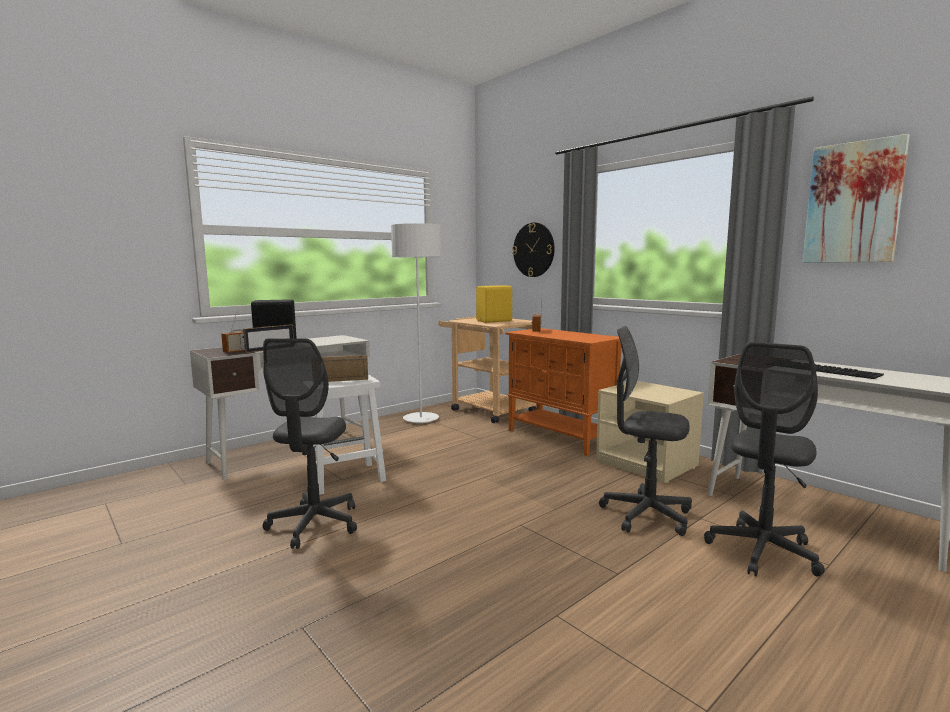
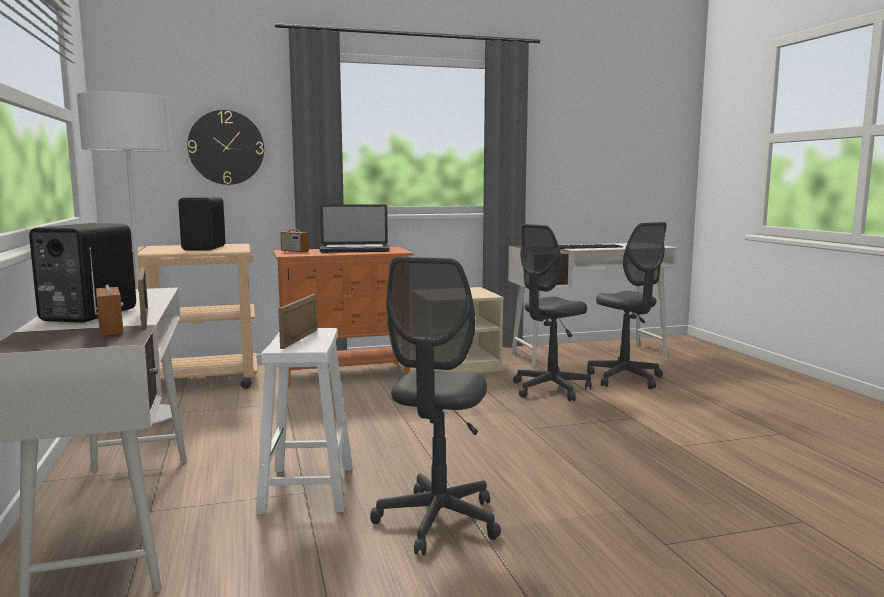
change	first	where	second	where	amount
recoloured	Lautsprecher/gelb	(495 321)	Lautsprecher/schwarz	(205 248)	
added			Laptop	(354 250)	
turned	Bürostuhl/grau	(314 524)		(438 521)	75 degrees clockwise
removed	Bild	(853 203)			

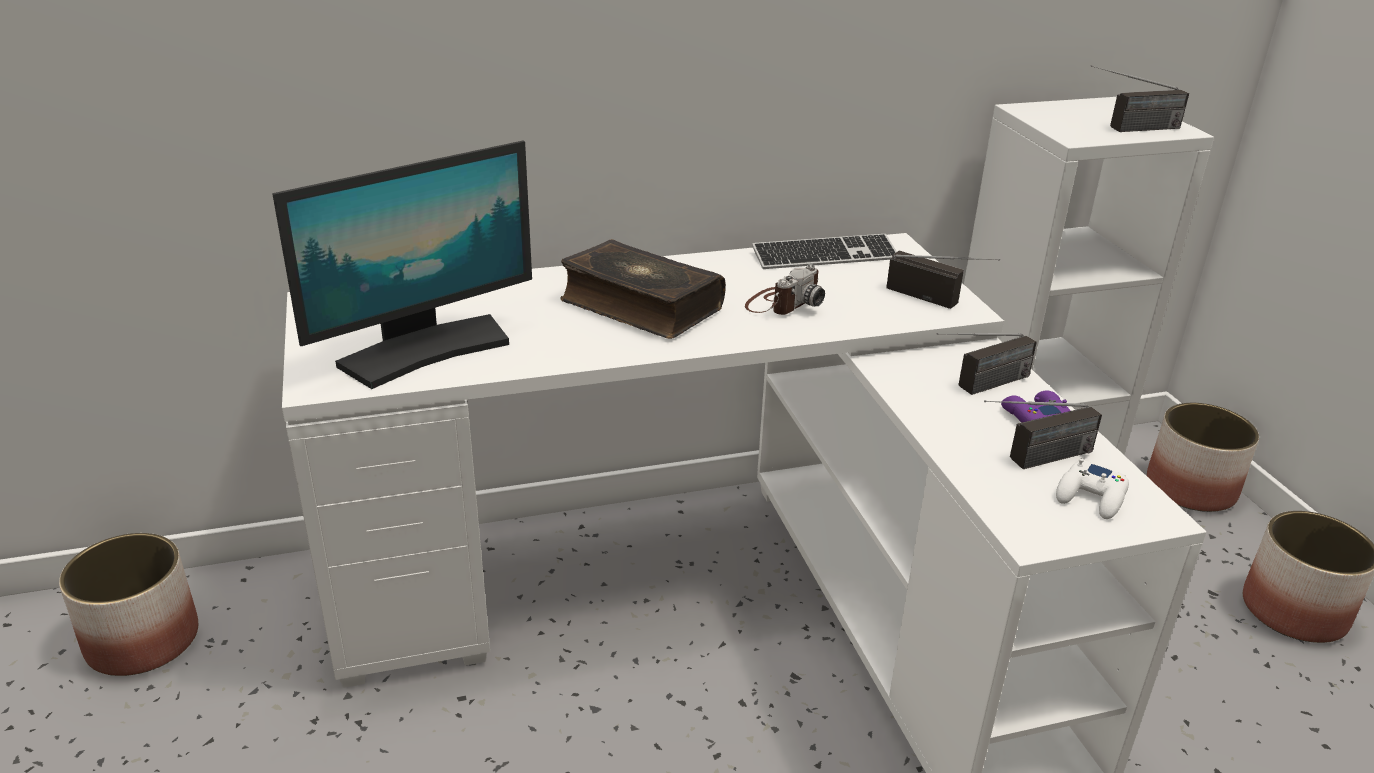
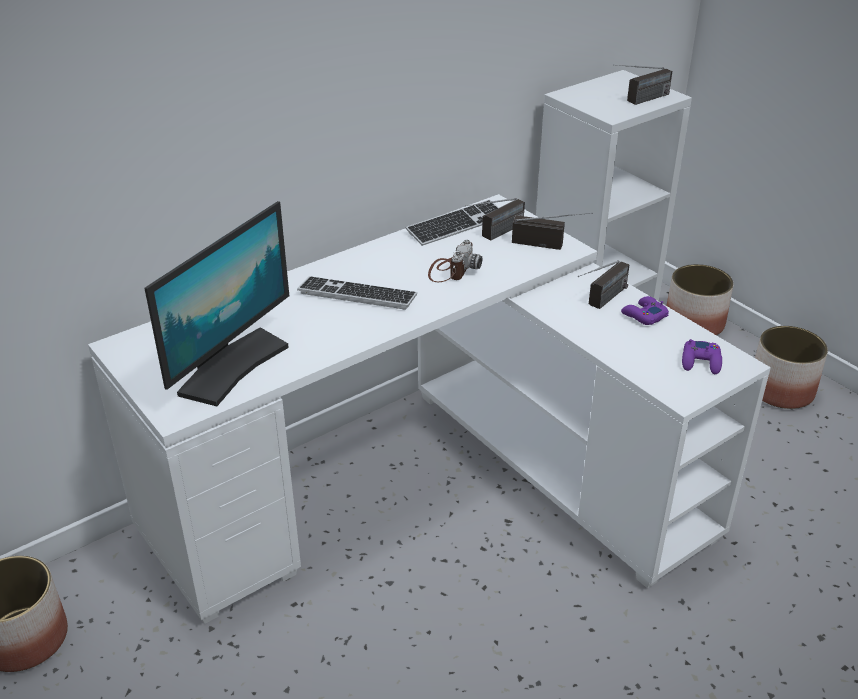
change	first	where	second	where	amount
replaced	Buch	(639 305)	Tastatur	(357 294)	
moved	Radio	(1033 461)		(494 235)	
recoloured	Gamepad/weiß	(1091 497)	Gamepad/lila	(701 362)	

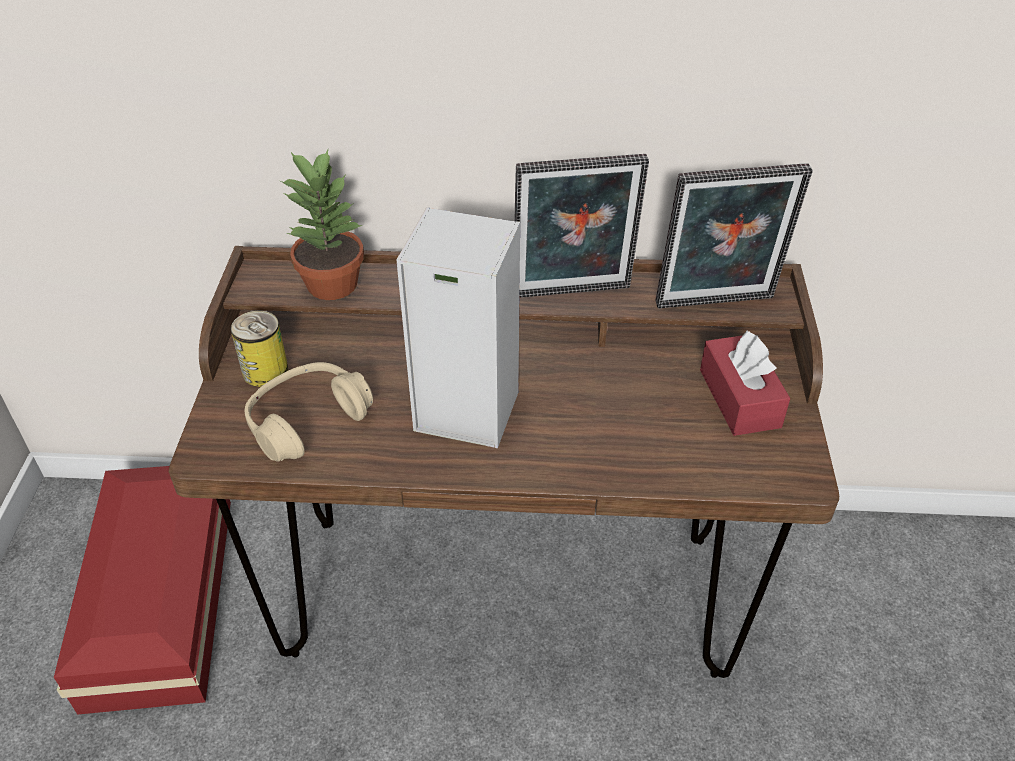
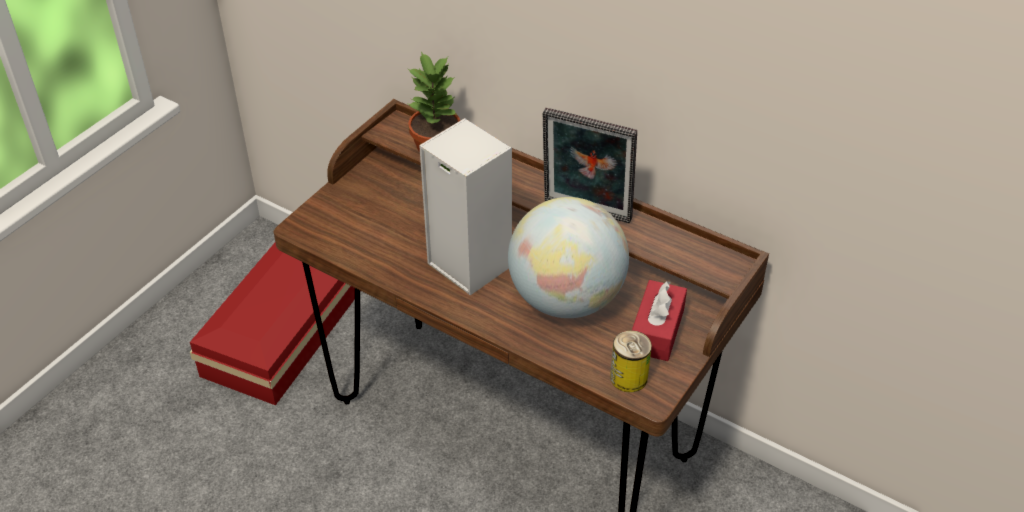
change	first	where	second	where	amount
added			Globus	(566 299)	
moved	Dose	(265 371)		(628 377)	
removed	Kopfhörer/beige	(307 421)			
removed	Bilderrahmen	(716 305)			

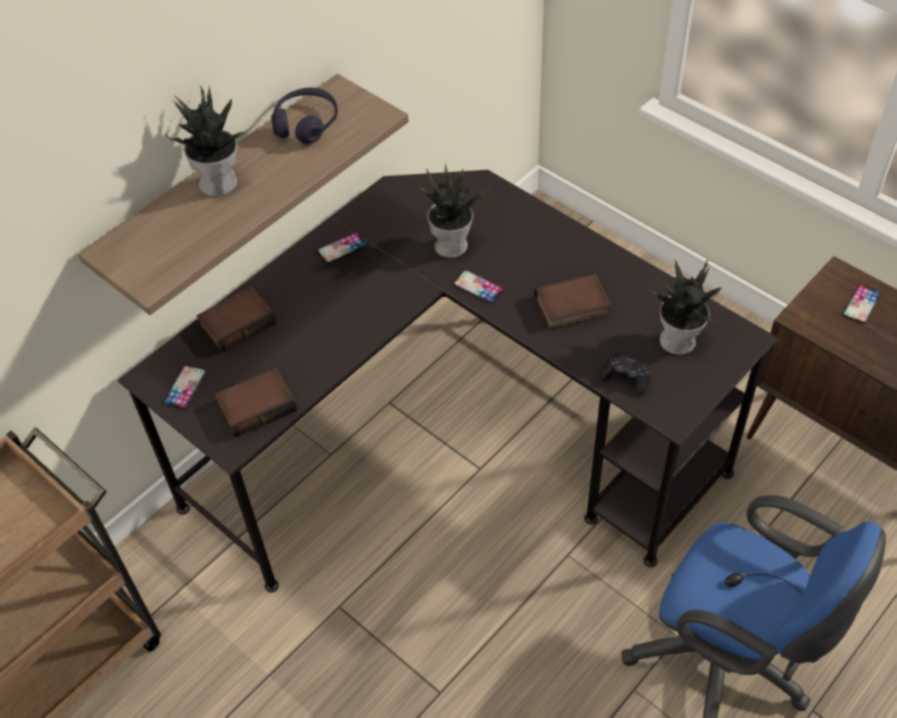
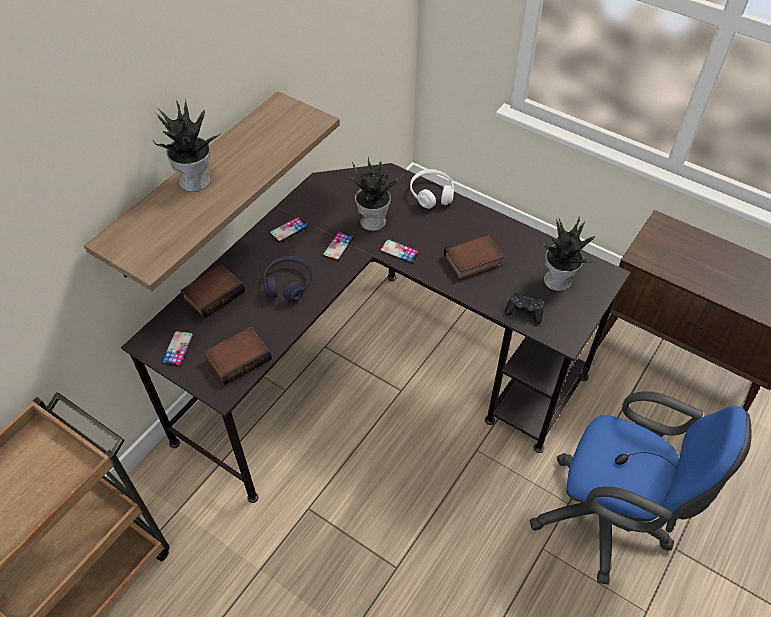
change	first	where	second	where	amount
moved	Kopfhörer/lila	(306 124)		(288 284)	
moved	Handy	(861 304)		(338 246)	
added			Kopfhörer/weiß	(431 194)	

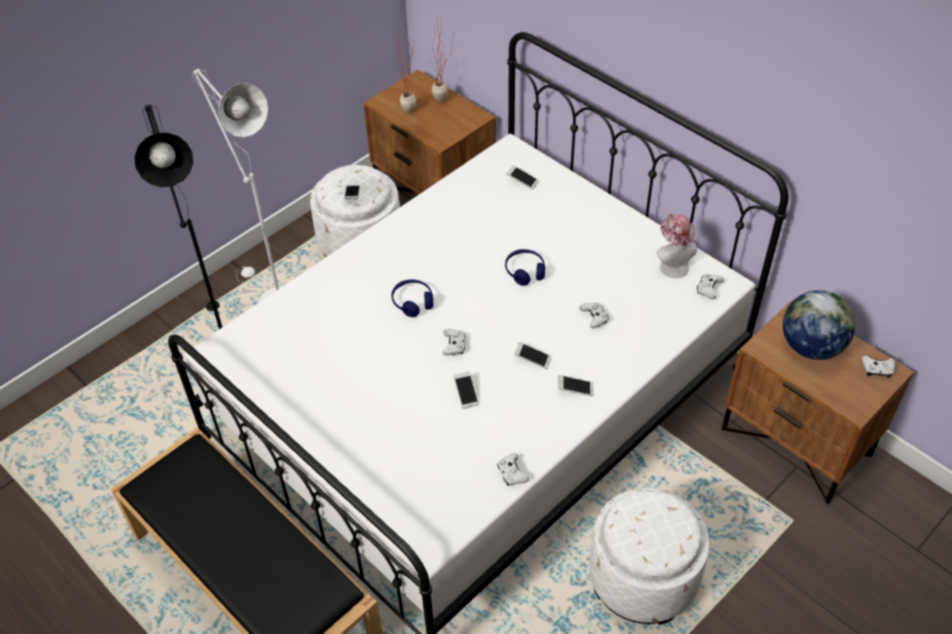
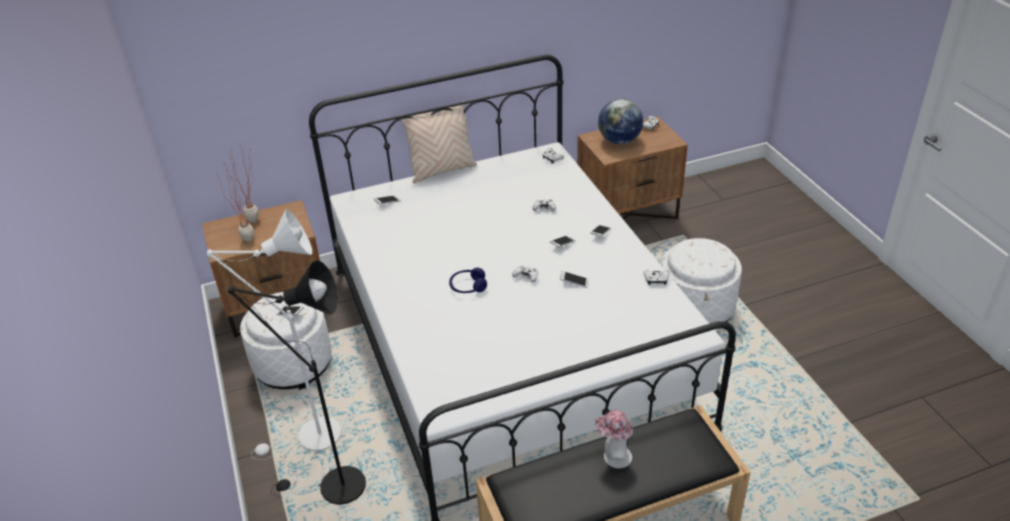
change	first	where	second	where	amount
added			Kissen/beige	(442 170)	
moved	Hut	(672 264)		(613 457)	
removed	Kopfhörer/blau	(525 271)			

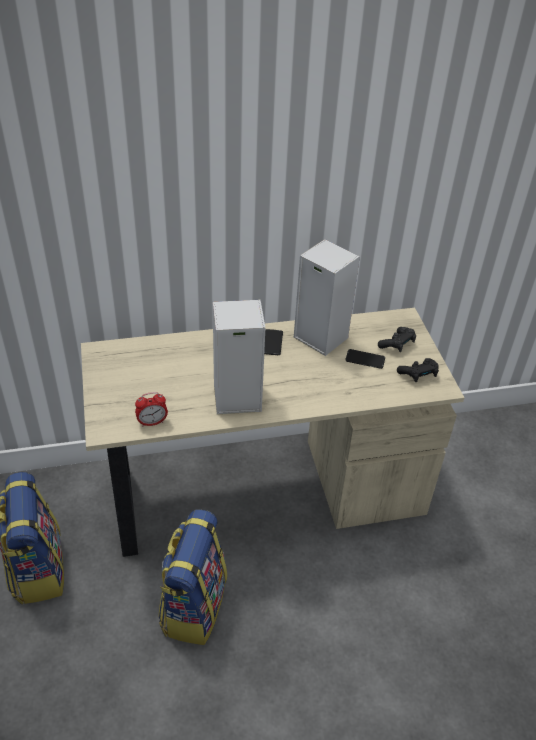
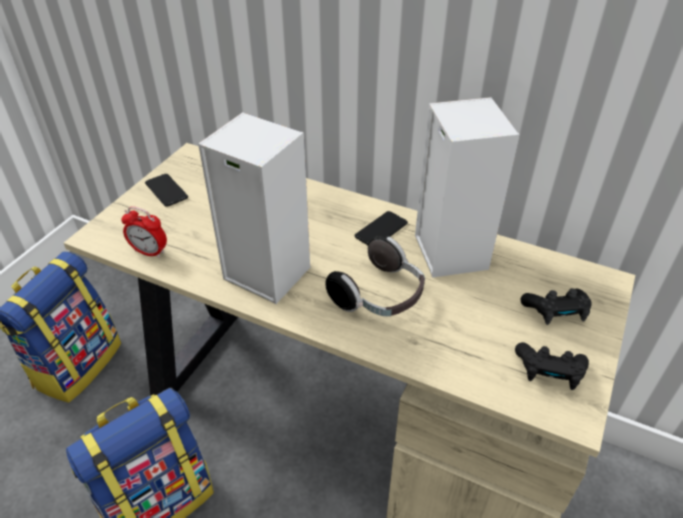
change	first	where	second	where	amount
moved	Handy	(365 359)		(166 190)	
added			Kopfhörer	(380 296)	

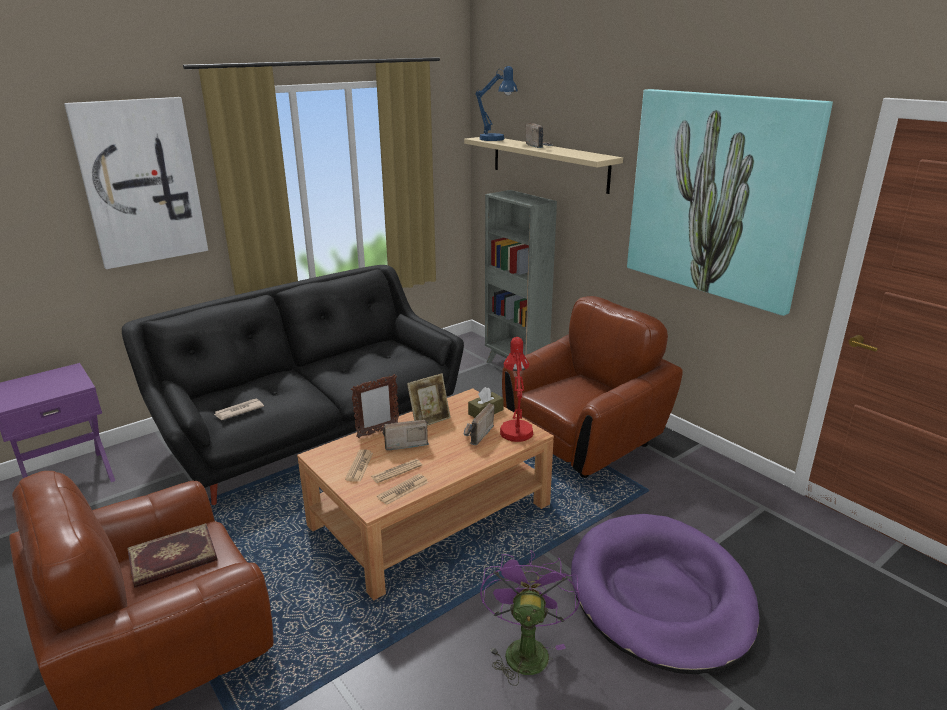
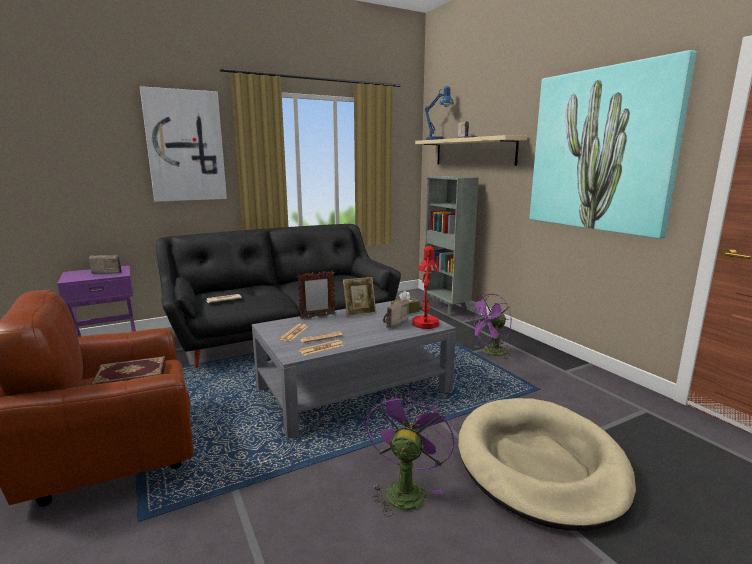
change	first	where	second	where	amount
moved	Radio	(404 443)		(108 272)	
recoloured	Couchtisch/braun	(431 514)	Couchtisch/grau	(354 388)	
recoloured	Hundebett/lila	(660 595)	Hundebett/beige	(540 464)	
replaced	Sessel/braun	(584 440)	Ventilator/lila	(490 353)	

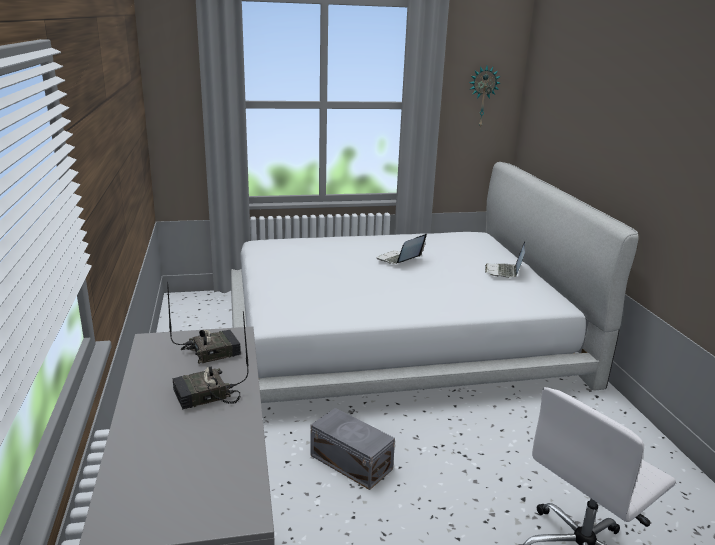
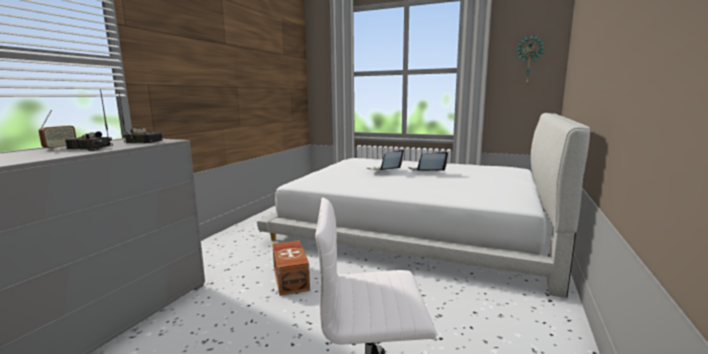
change	first	where	second	where	amount
added			Radio	(60 148)	
recoloured	Aufbewahrungsbox/grau	(351 461)	Aufbewahrungsbox/braun	(291 278)	
moved	Laptop	(504 272)		(383 169)	

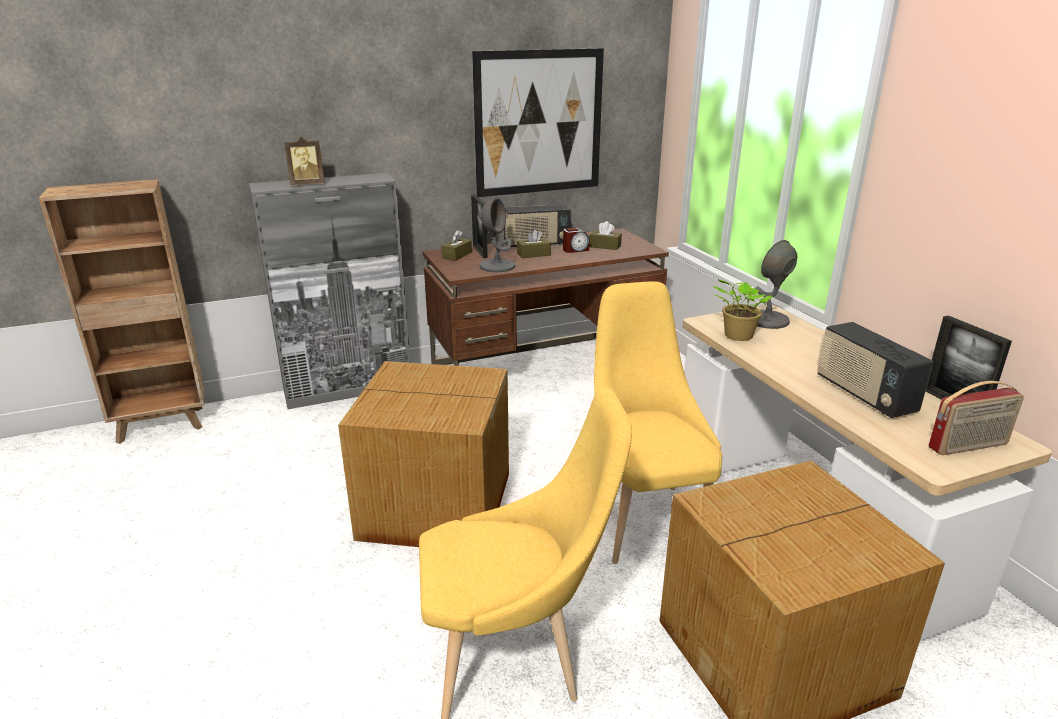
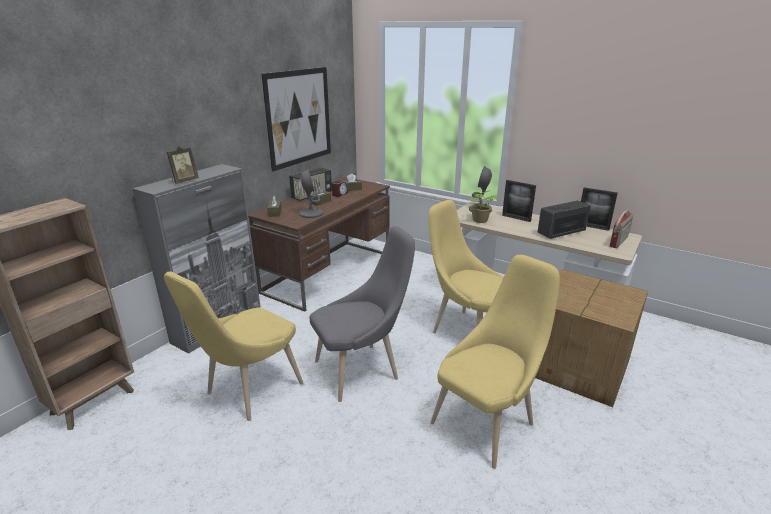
change	first	where	second	where	amount
added			Stuhl/gelb	(249 391)	
replaced	Karton	(438 506)	Stuhl/grau	(362 369)	
moved	Bilderrahmen	(480 251)		(516 218)	
turned	Radio	(863 395)		(561 232)	120 degrees clockwise

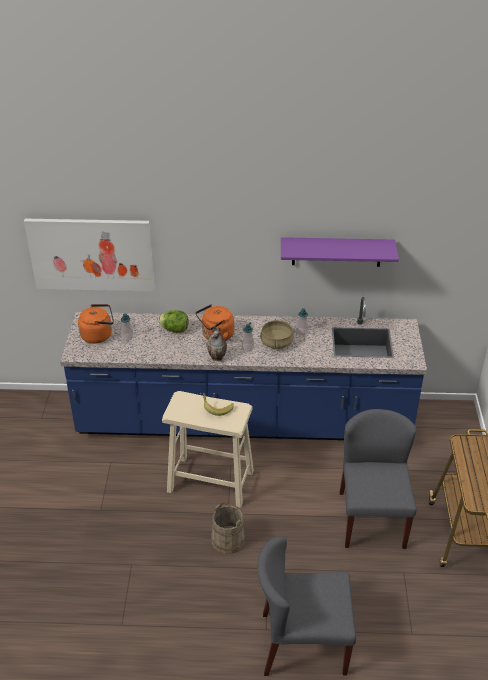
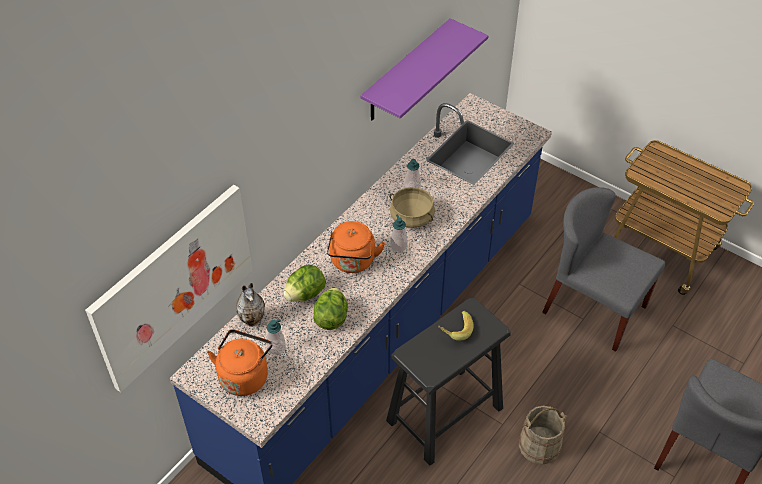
change	first	where	second	where	amount
moved	Vase	(217 358)		(253 320)	
added			Salatkopf	(331 318)	
recoloured	Hocker/beige	(211 481)	Hocker/schwarz	(445 414)	

